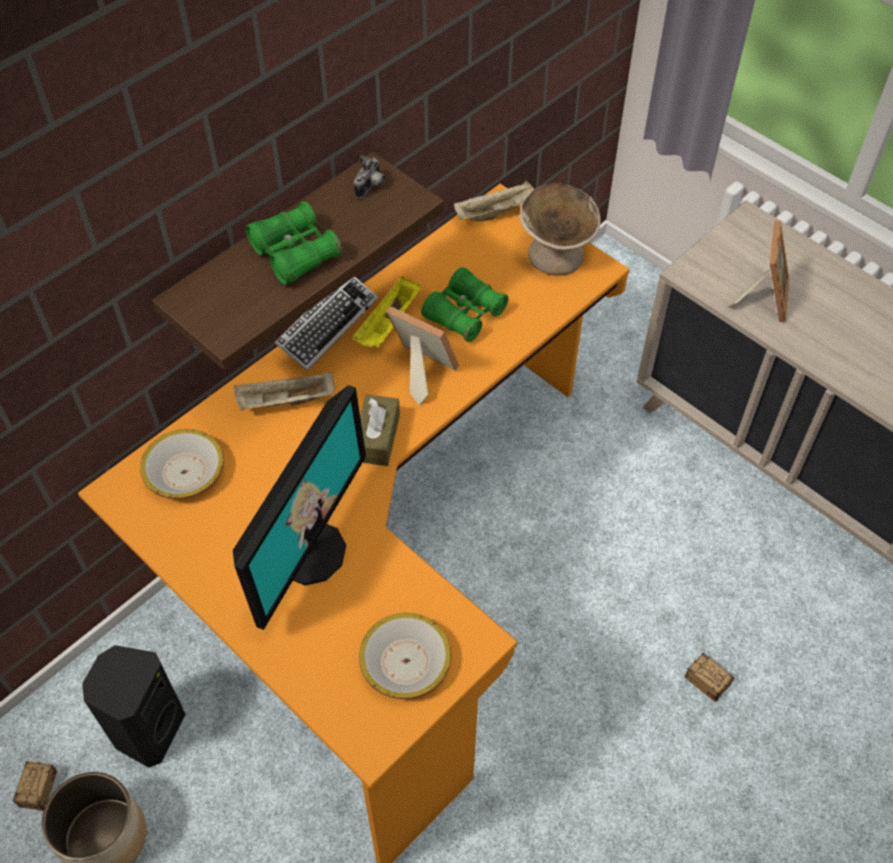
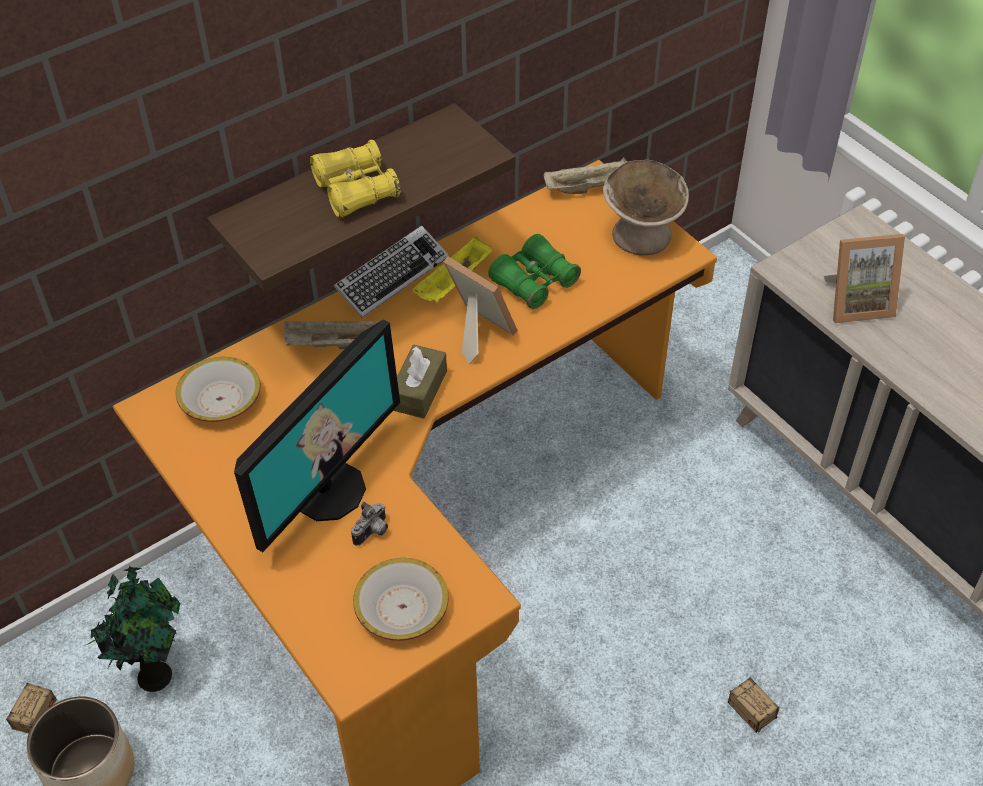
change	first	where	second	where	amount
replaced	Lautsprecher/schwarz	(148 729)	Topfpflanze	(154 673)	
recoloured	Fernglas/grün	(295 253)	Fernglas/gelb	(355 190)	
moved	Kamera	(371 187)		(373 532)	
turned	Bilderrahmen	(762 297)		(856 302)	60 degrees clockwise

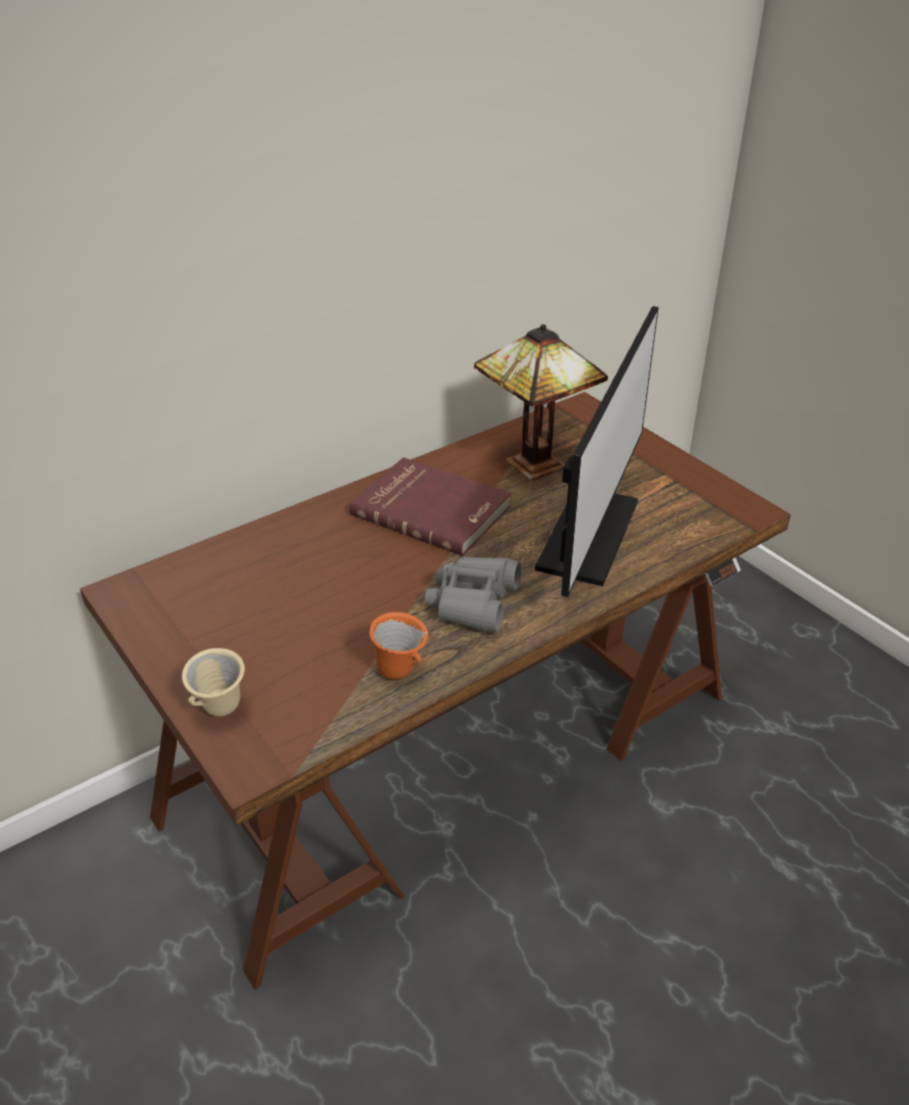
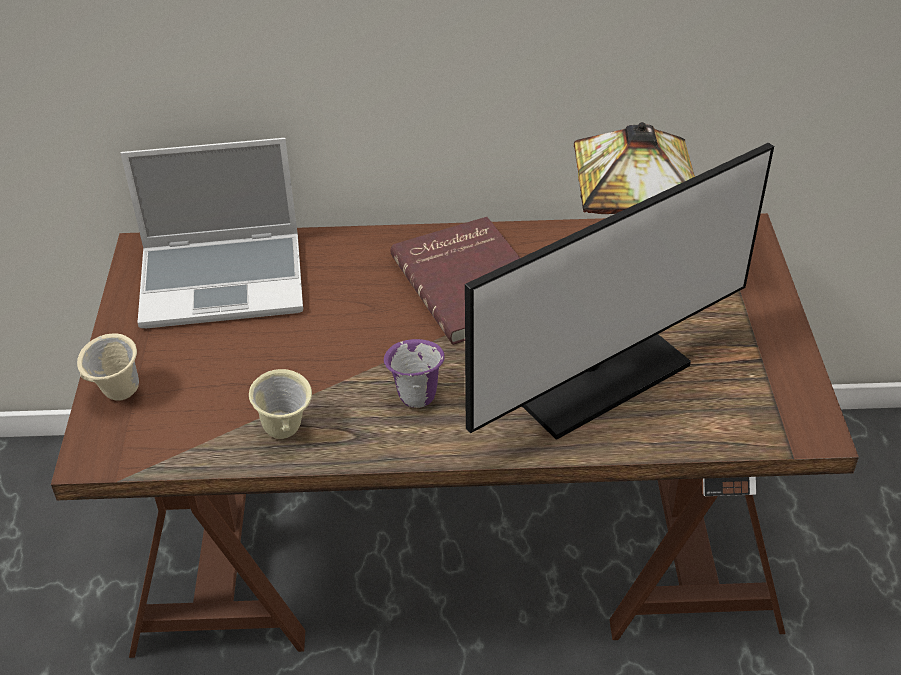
change	first	where	second	where	amount
added			Laptop	(225 281)	
recoloured	Henkelbecher/orange	(400 672)	Henkelbecher/beige	(286 432)	
replaced	Fernglas/grau	(473 602)	Henkelbecher/lila	(415 396)	

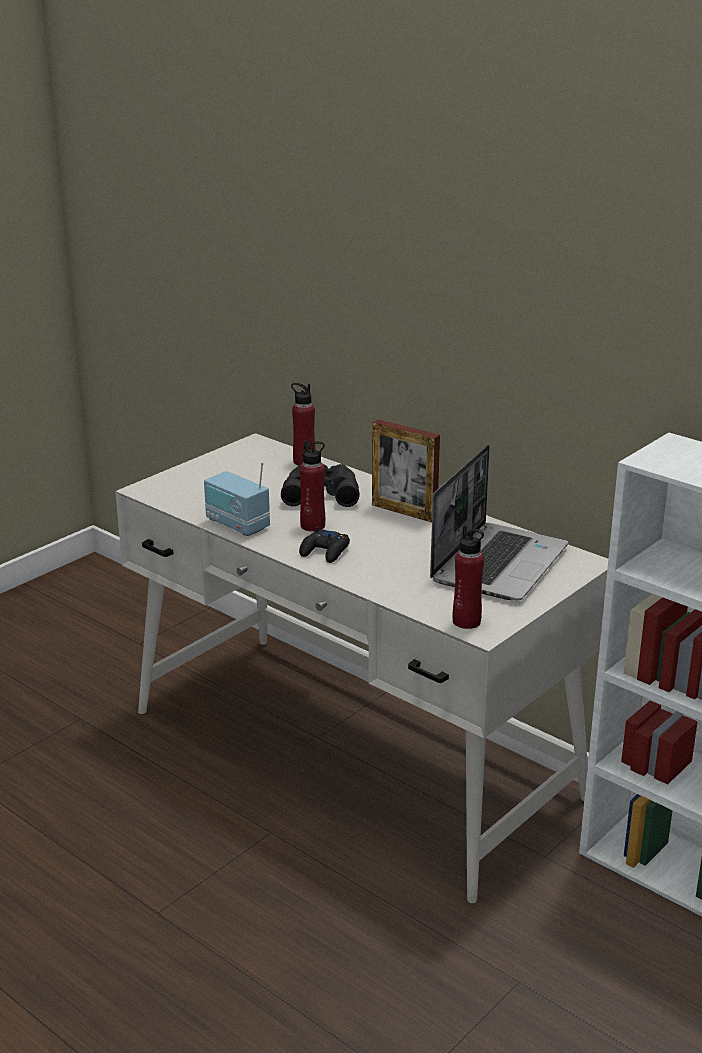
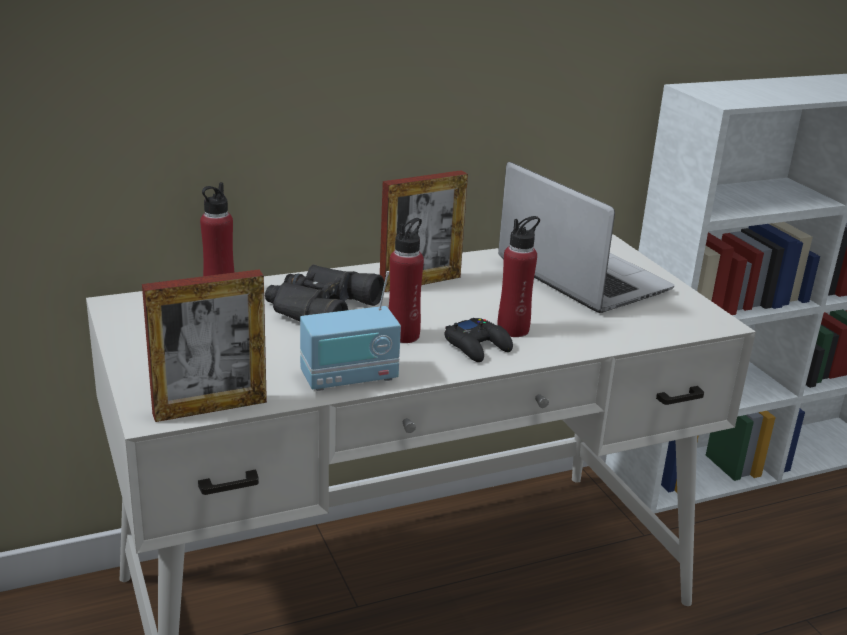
change	first	where	second	where	amount
added			Bilderrahmen	(210 408)	
moved	Flasche/rot	(466 621)		(513 329)	

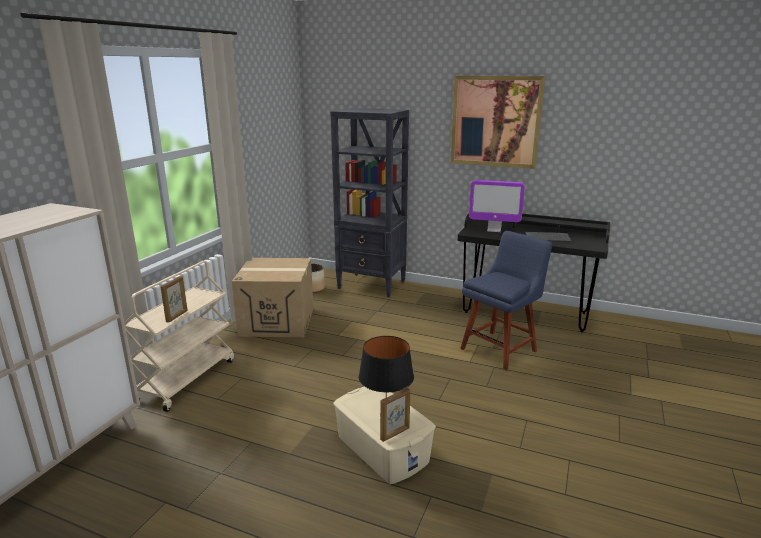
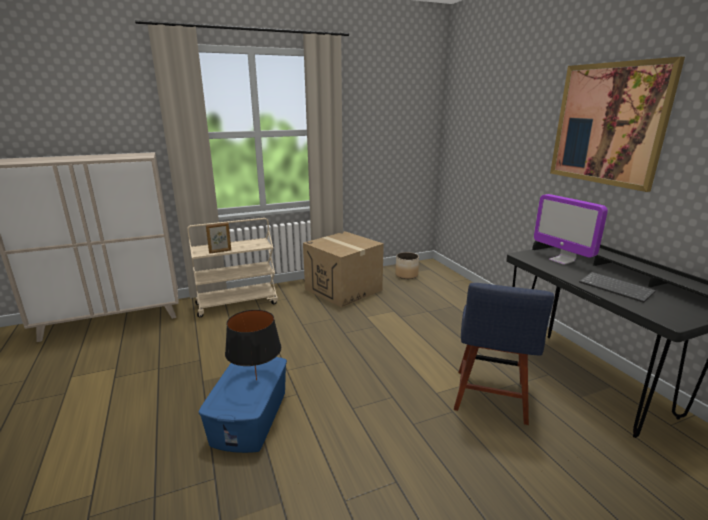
change	first	where	second	where	amount
recoloured	Aufbewahrungsbox/beige	(383 448)	Aufbewahrungsbox/blau	(250 417)	
turned	Stuhl/blau	(500 348)		(490 398)	105 degrees clockwise
removed	Bücherregal/schwarz	(372 285)			
removed	Bilderrahmen	(395 434)			

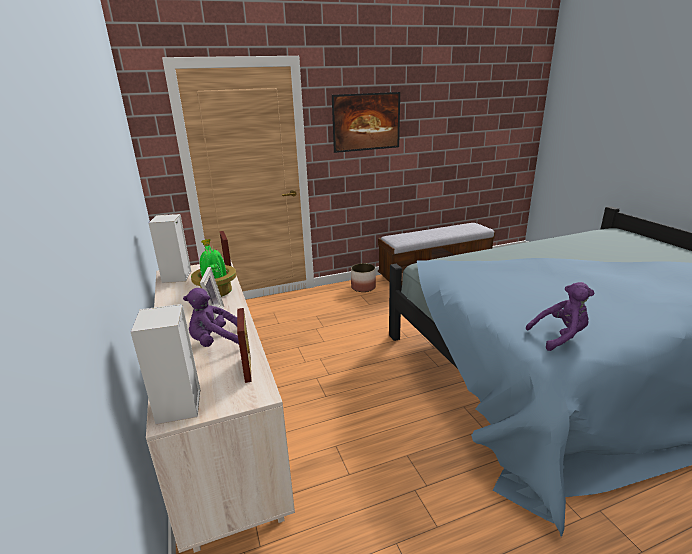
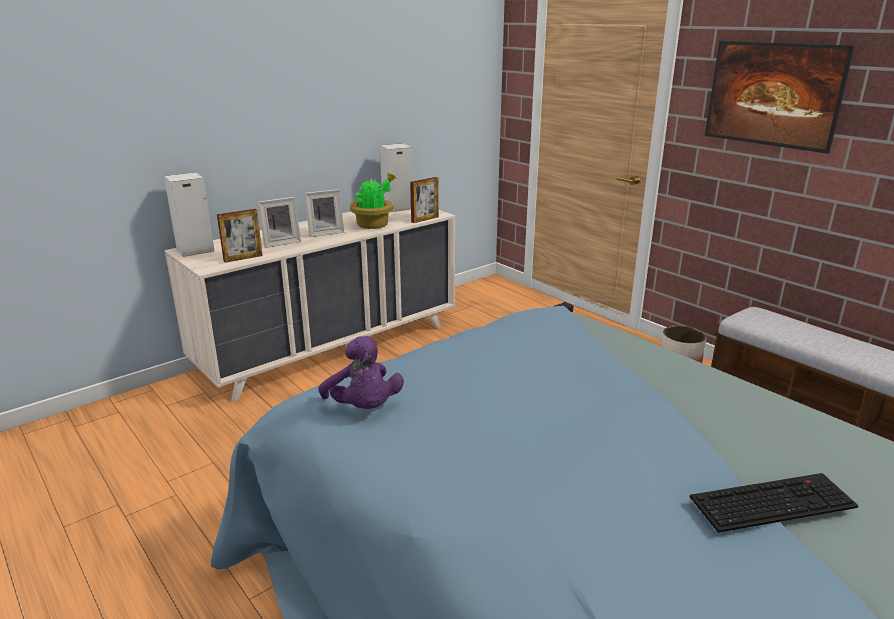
change	first	where	second	where	amount
replaced	Plüschtier/lila	(217 342)	Bilderrahmen	(281 243)	
added			Tastatur	(772 501)	

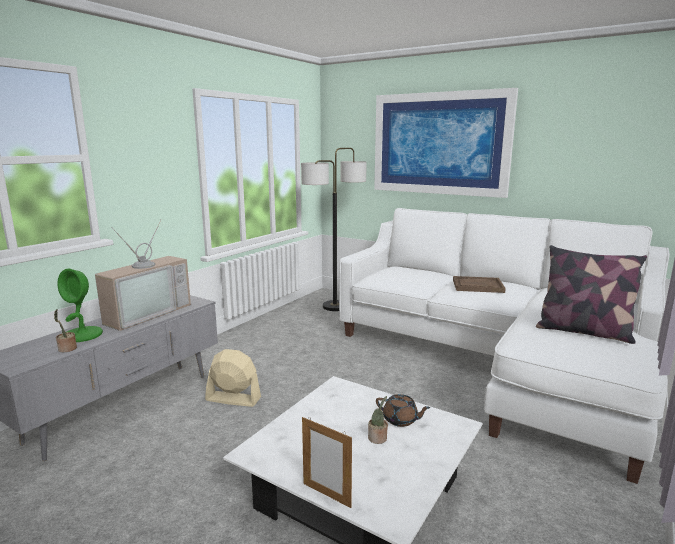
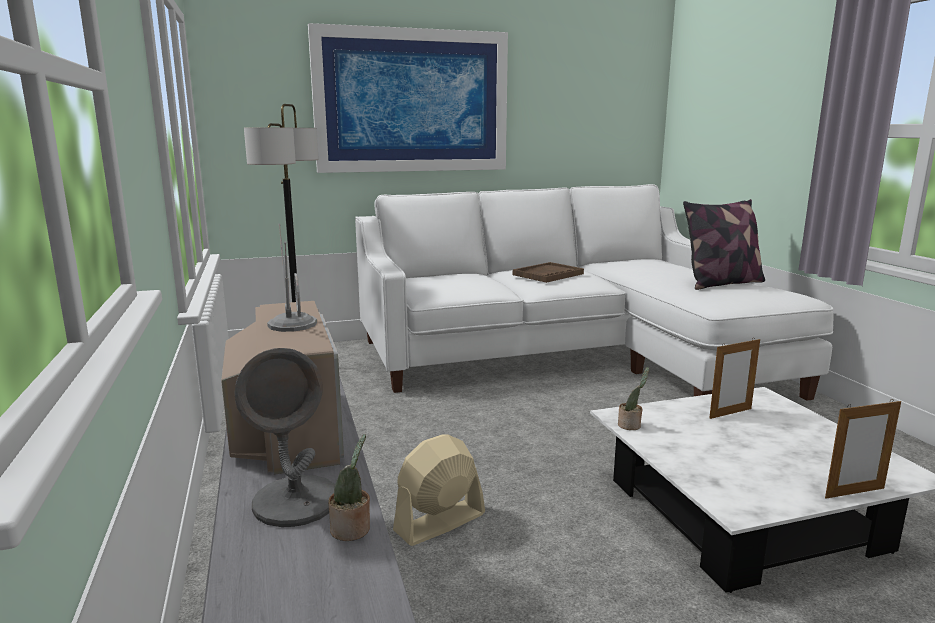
change	first	where	second	where	amount
recoloured	Tischlampe/grün	(83 335)	Tischlampe/grau	(296 502)	
moved	Topfpflanze	(378 439)		(631 425)	
replaced	Teekanne/braun	(401 420)	Bilderrahmen	(730 413)	

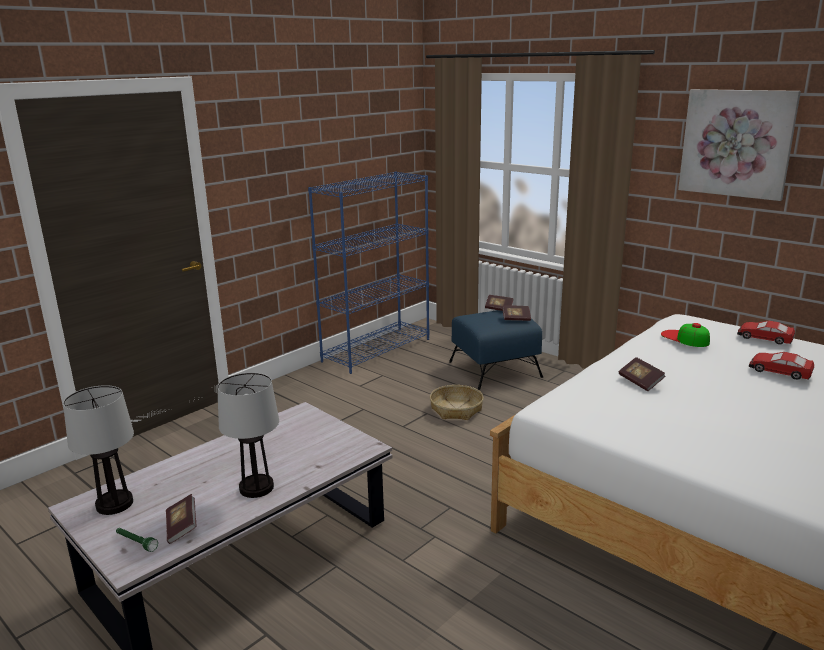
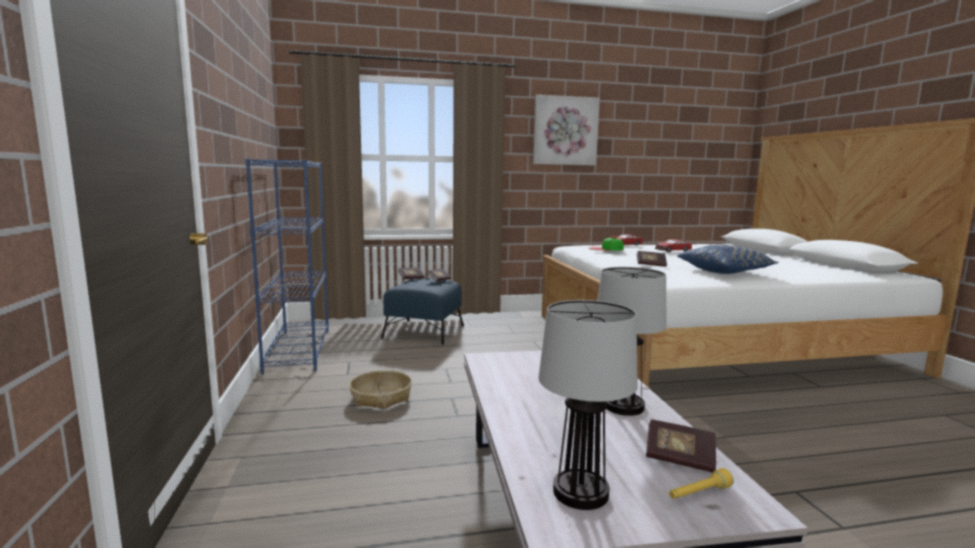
change	first	where	second	where	amount
moved	Korb	(456 409)		(381 397)	
recoloured	Taschenlampe/grün	(136 543)	Taschenlampe/gelb	(699 494)	
added			Kissen/blau	(725 271)	

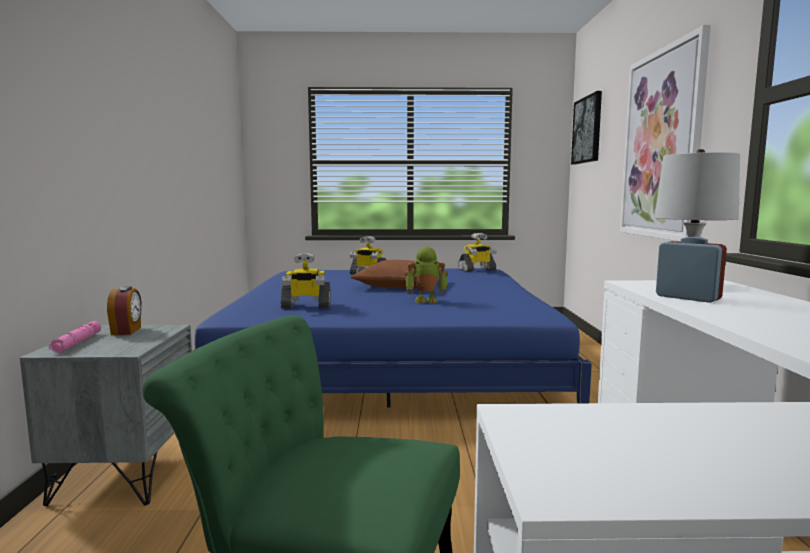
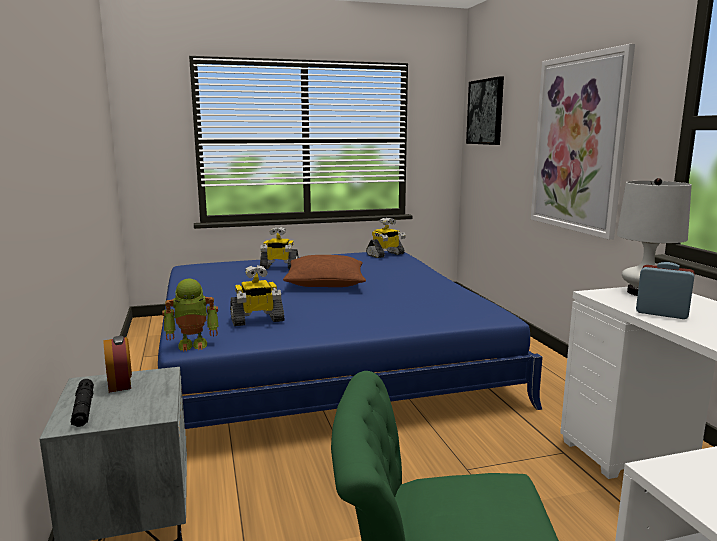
change	first	where	second	where	amount
recoloured	Taschenlampe/rosa	(77 343)	Taschenlampe/schwarz	(83 409)	
moved	Spielzeugroboter	(426 300)		(193 344)	

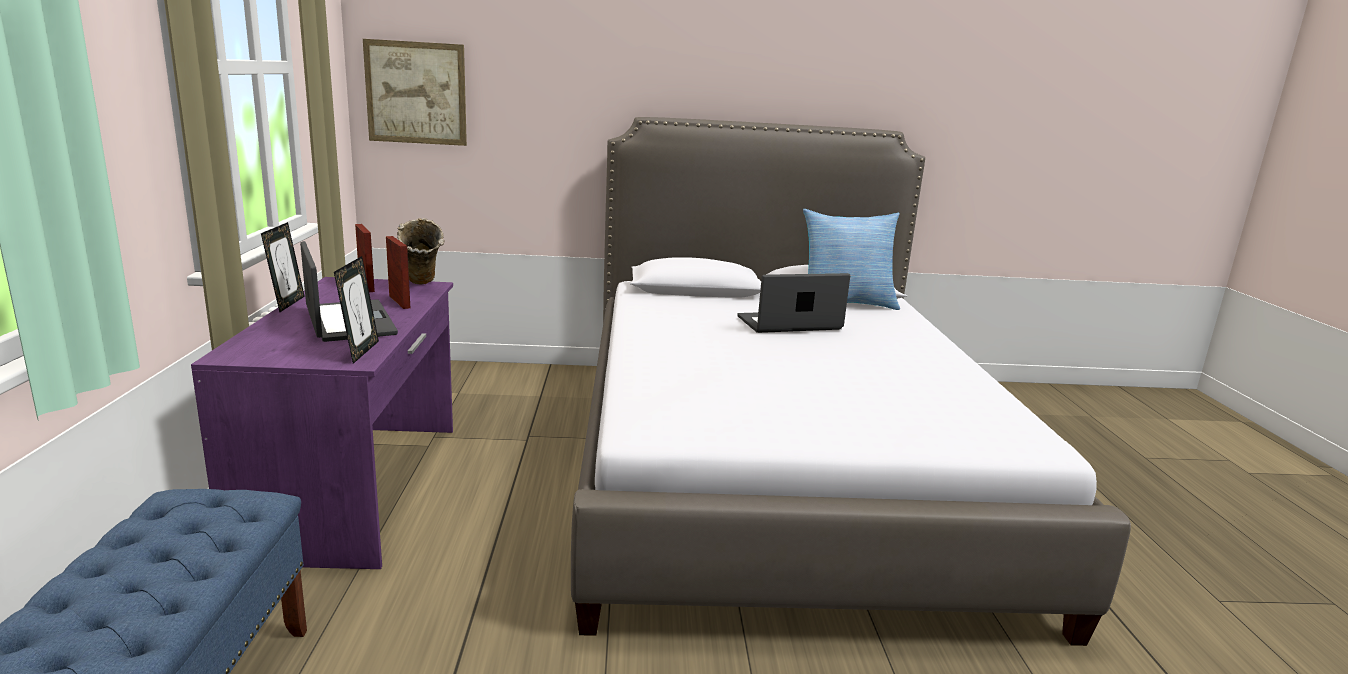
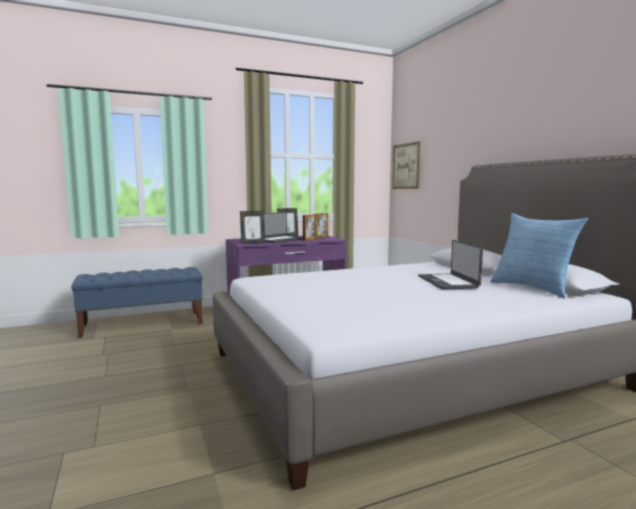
change	first	where	second	where	amount
turned	Laptop	(790 324)		(448 282)	150 degrees counterclockwise
removed	Vase/beige	(422 287)			

